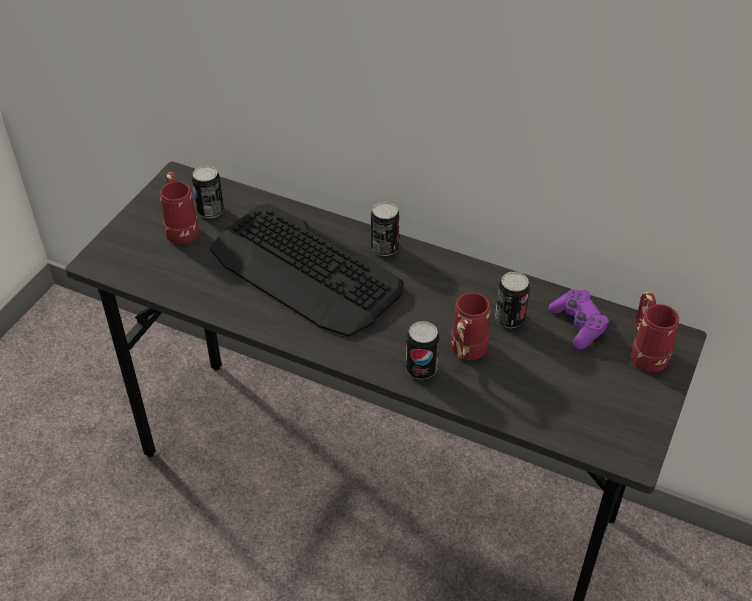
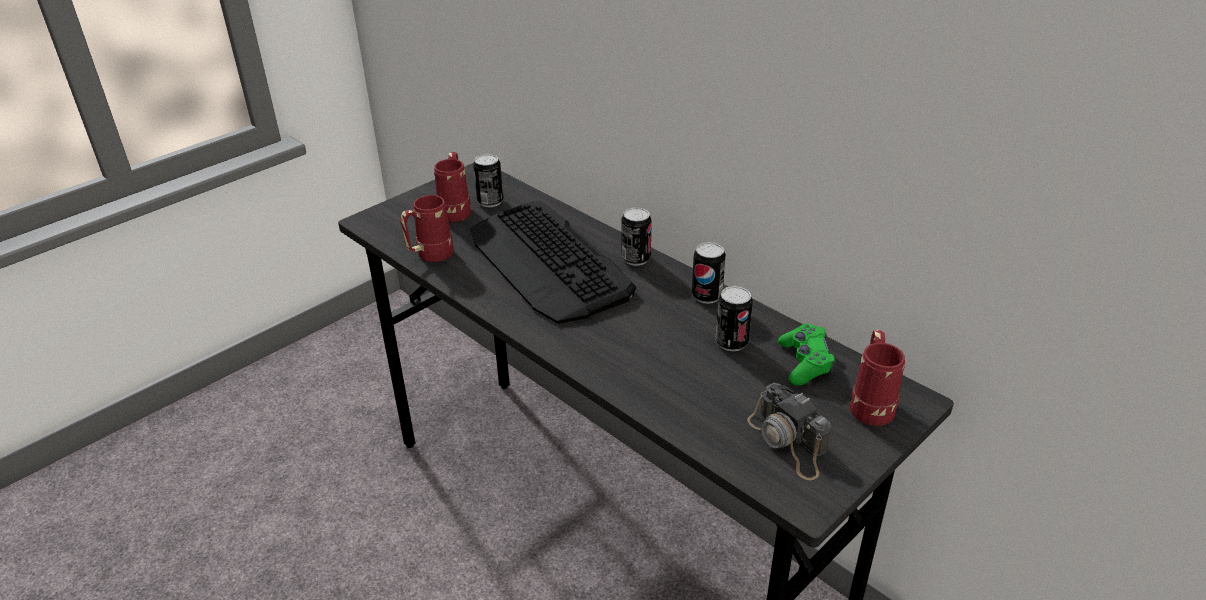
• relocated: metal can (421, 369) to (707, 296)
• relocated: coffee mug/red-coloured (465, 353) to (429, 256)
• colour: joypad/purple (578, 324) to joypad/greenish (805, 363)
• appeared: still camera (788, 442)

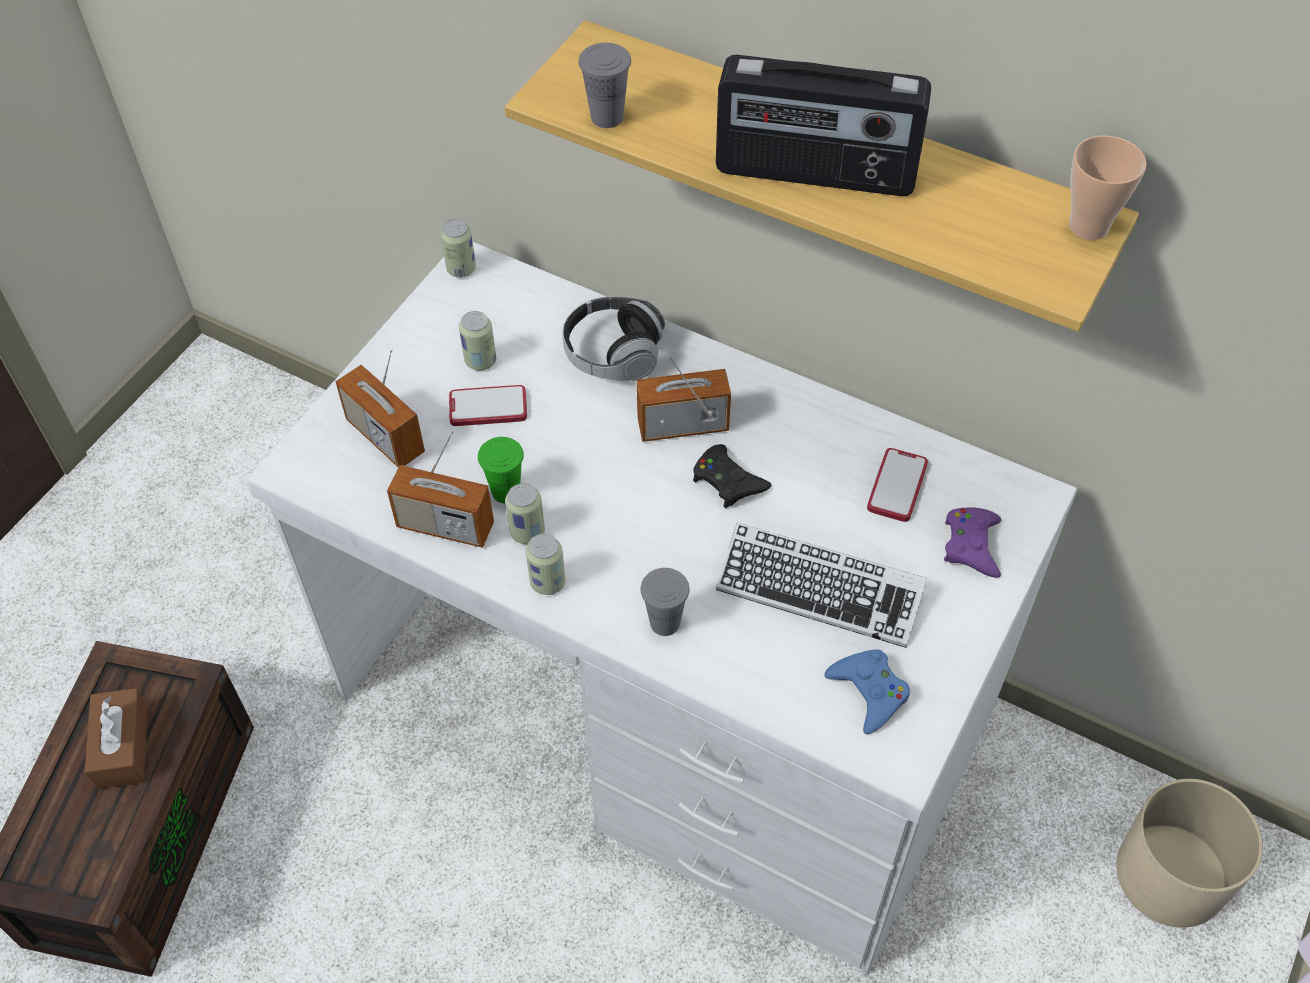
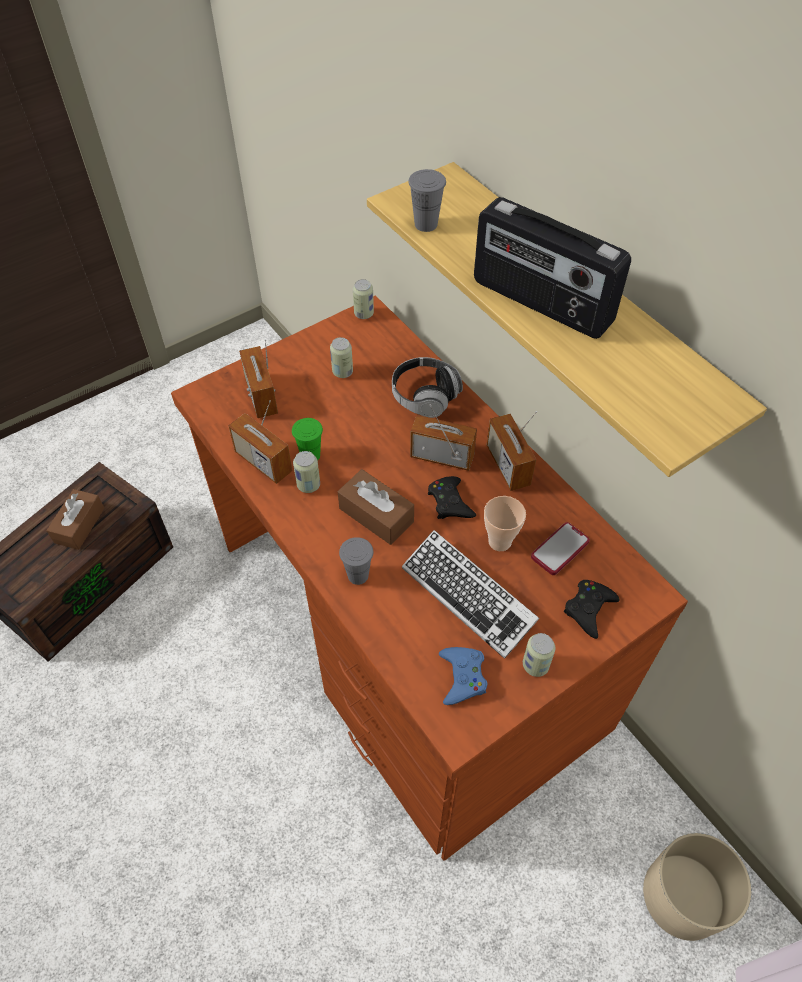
• colour: desk unit/whitish (664, 707) to desk unit/brown-coloured (406, 636)
• missing: telephone (488, 407)
• relocated: metal can (547, 582) to (535, 665)
• colour: joypad/purple (971, 545) to joypad/black-coloured (589, 609)
• relocated: small cup (1088, 226) to (499, 541)
• appeared: tissue box/brown-coloured (376, 515)
• appeared: radio (508, 466)

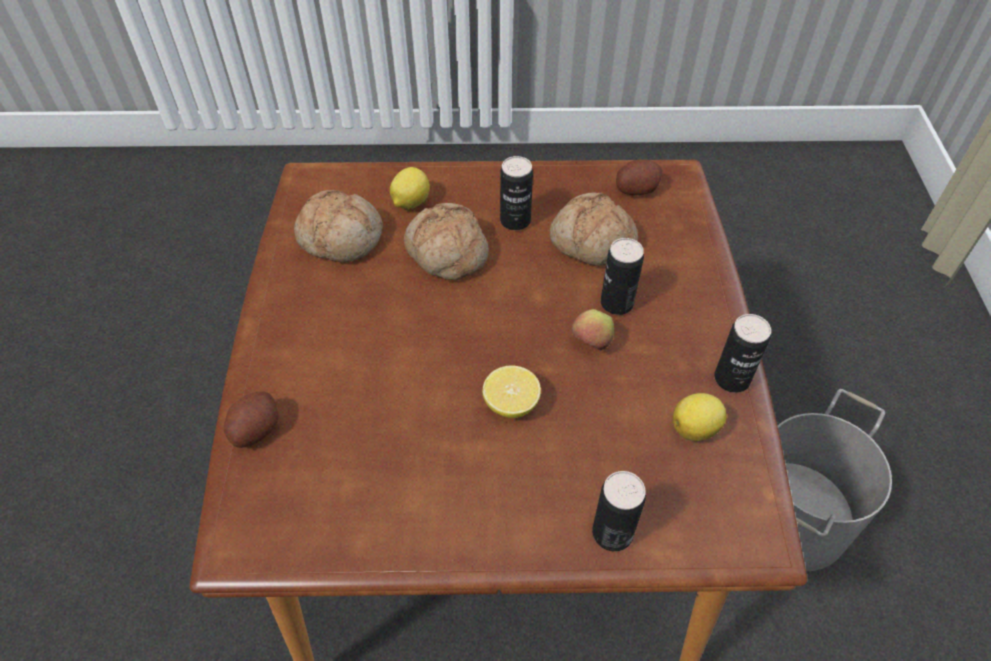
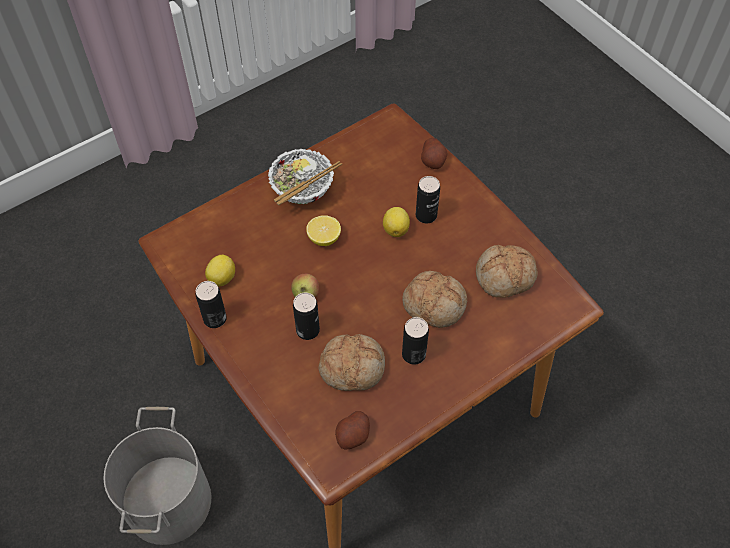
• relocated: lemon (410, 202) to (396, 229)
• relocated: metal can (612, 533) to (426, 215)
• appeared: serving bowl (303, 191)

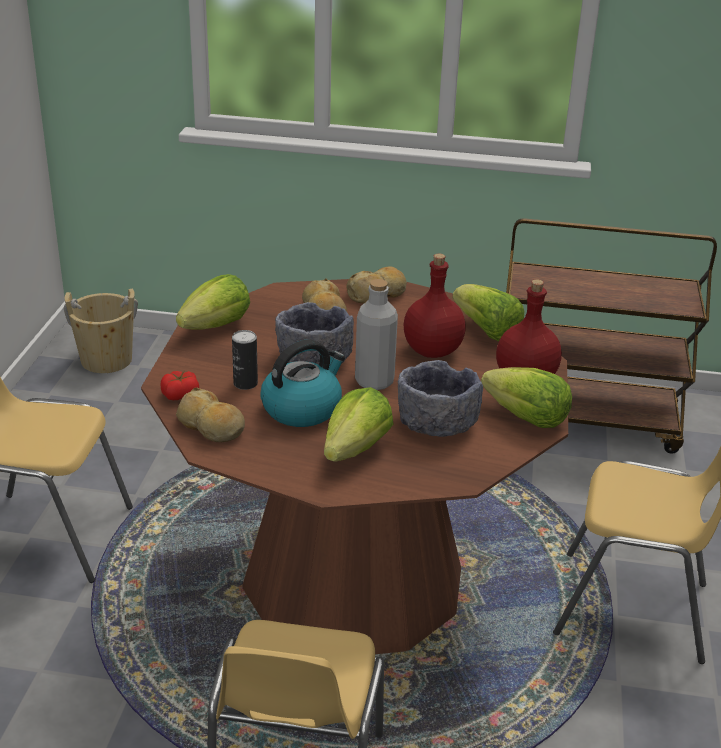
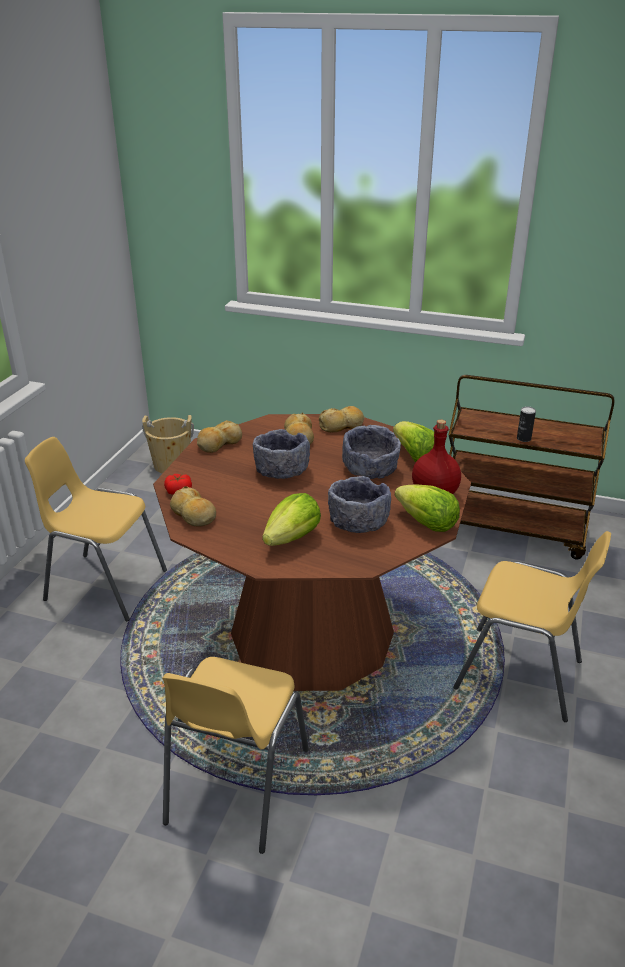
• exchanged: lettuce (216, 326) to bread (218, 443)
• relocated: metal can (245, 383) to (523, 438)
• missing: tea kettle (302, 408)
• missing: bottle/gray (374, 381)
• exchanged: bottle/red-coloured (432, 350) to serving bowl/gray (370, 469)

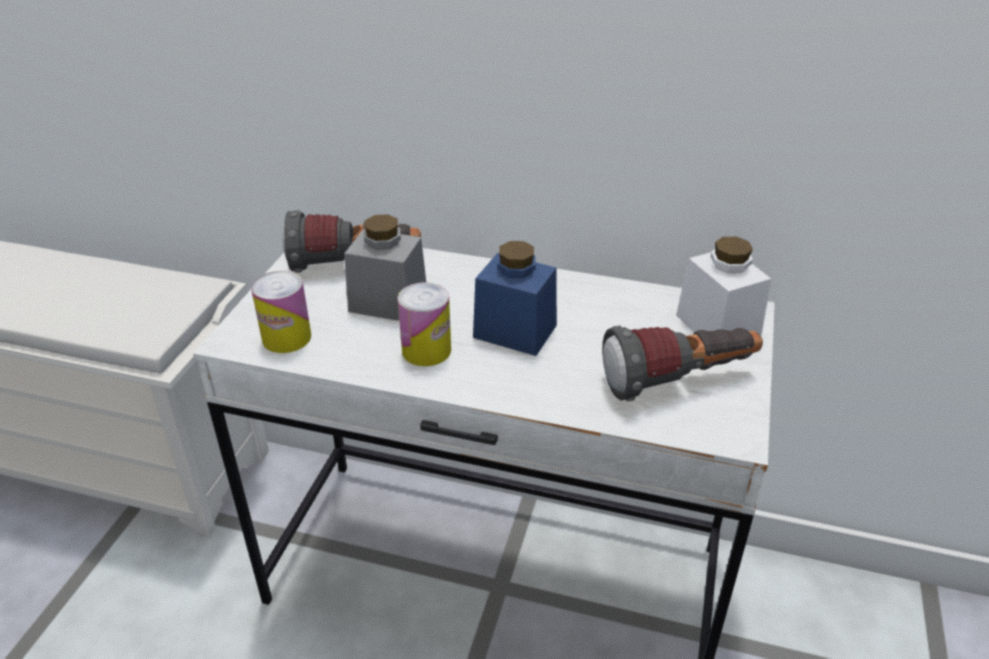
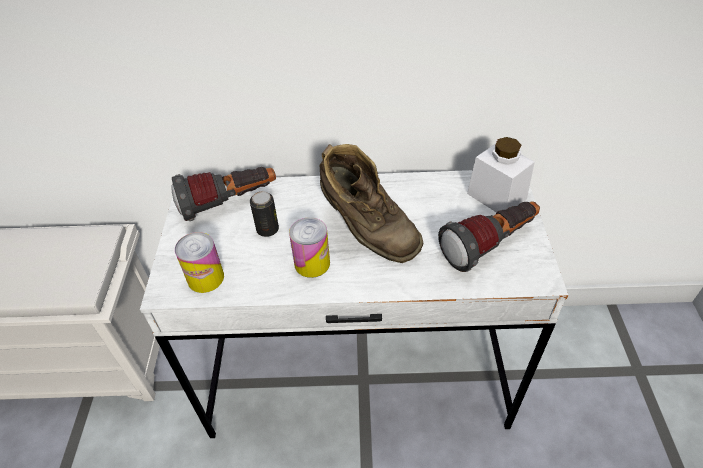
• exchanged: preserve jar/gray (388, 302) to metal can (267, 229)
• exchanged: preserve jar/bluish (515, 331) to boot/brown-coloured (366, 232)

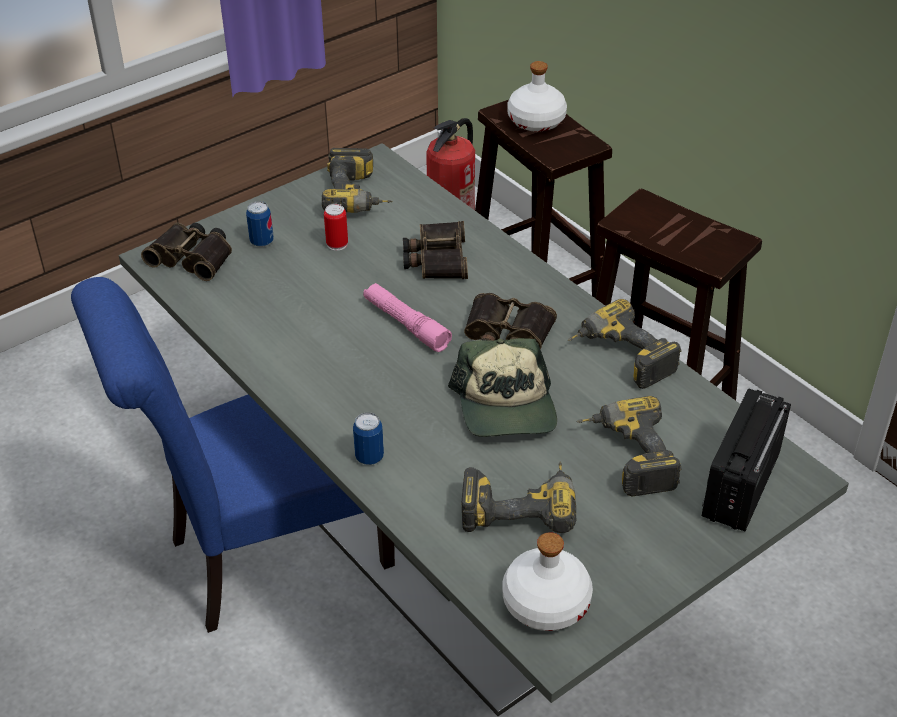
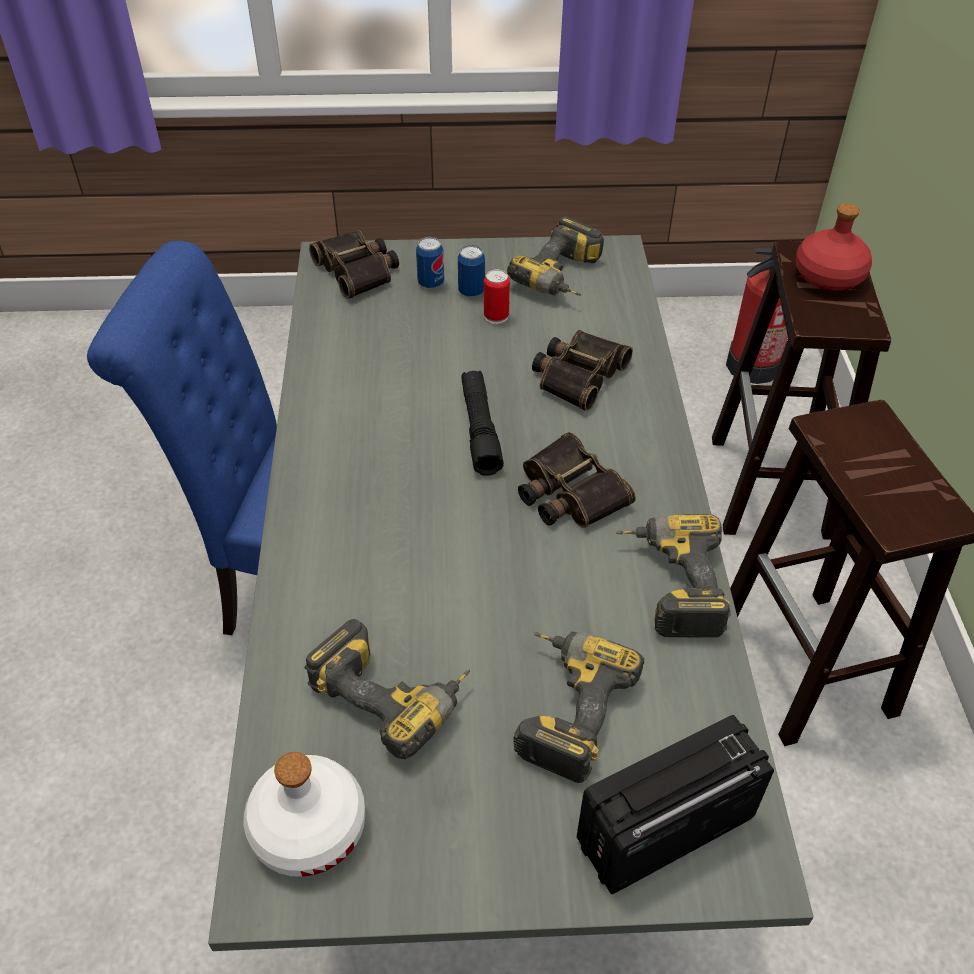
• relocated: metal can (369, 457) to (471, 291)
• colour: hand torch/pink (406, 324) to hand torch/black-coloured (480, 429)
• missing: cap (506, 406)
• colour: bottle/whitish (535, 121) to bottle/red-coloured (827, 276)

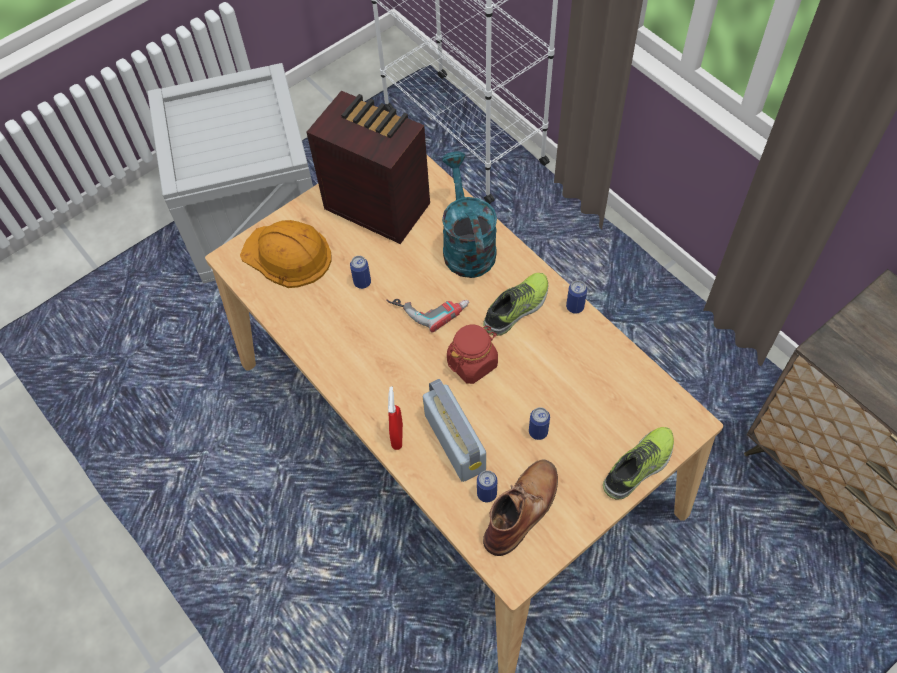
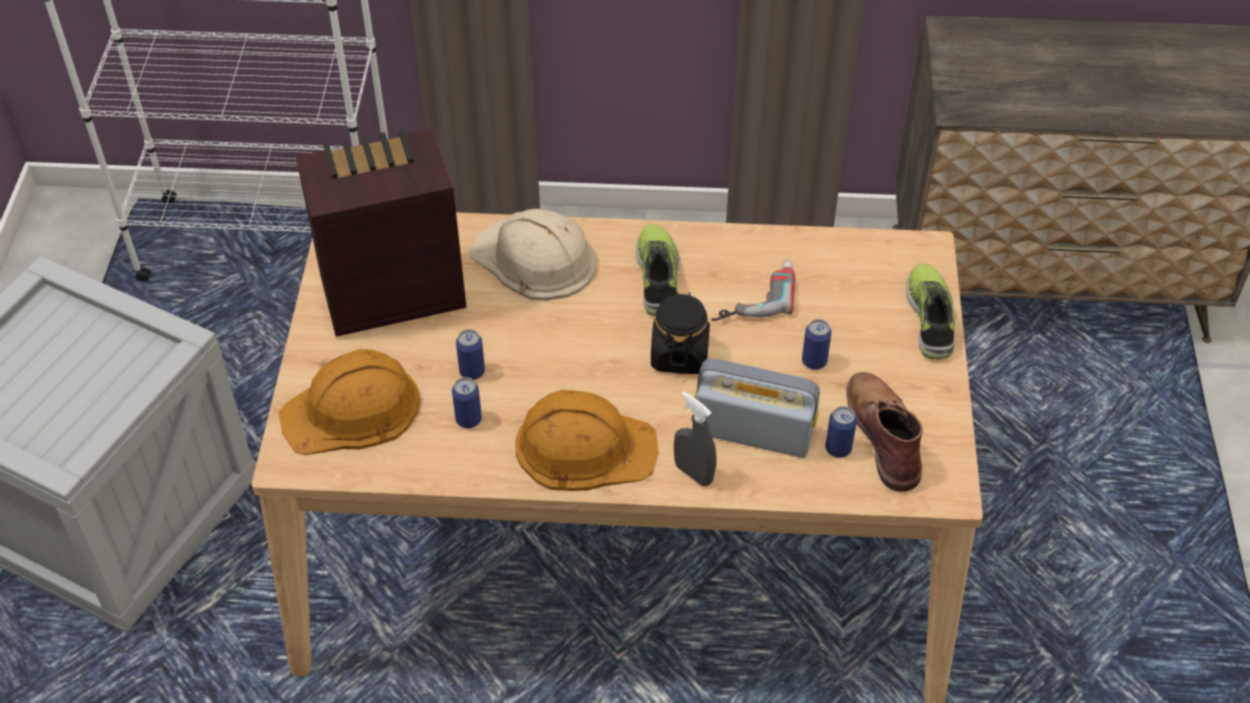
• relocated: drill (429, 305) to (753, 295)
• colour: hand sprayer/red-coloured (397, 436) to hand sprayer/gray (693, 473)
• exchanged: sprinkling can/turquoise-coloured (466, 244) to hard hat/sand-coloured (535, 259)
• colour: preserve jar/red-coloured (472, 363) to preserve jar/black-coloured (679, 354)
• relocated: metal can (575, 307) to (468, 419)
• appeared: hard hat/orangey (584, 447)

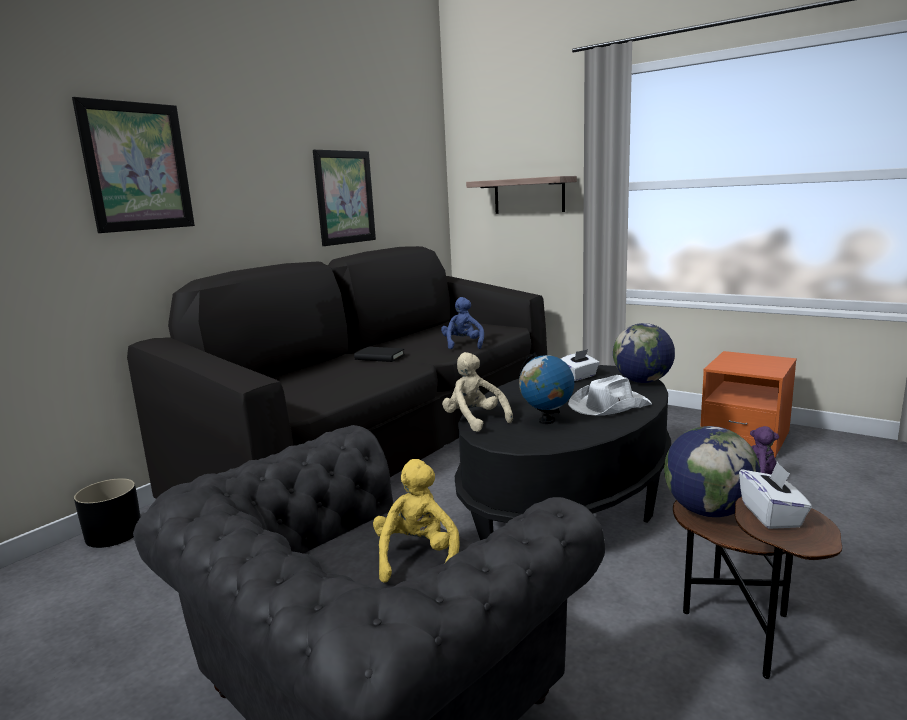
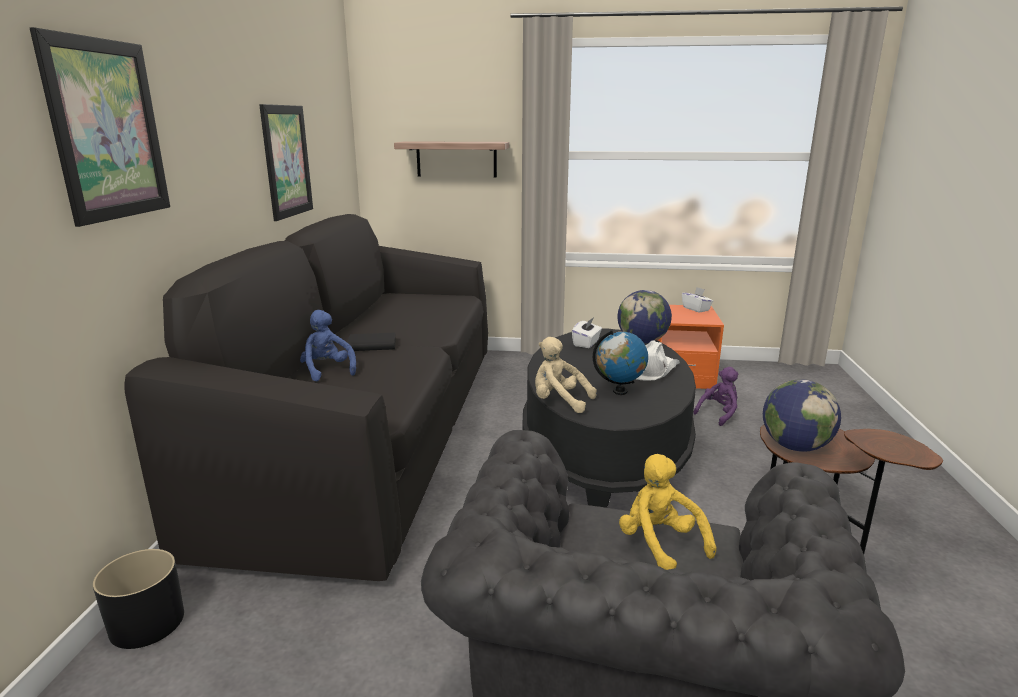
• relocated: plush toy/bluish (463, 345) to (326, 371)
• relocated: tissue box/whitish (771, 515) to (696, 309)

